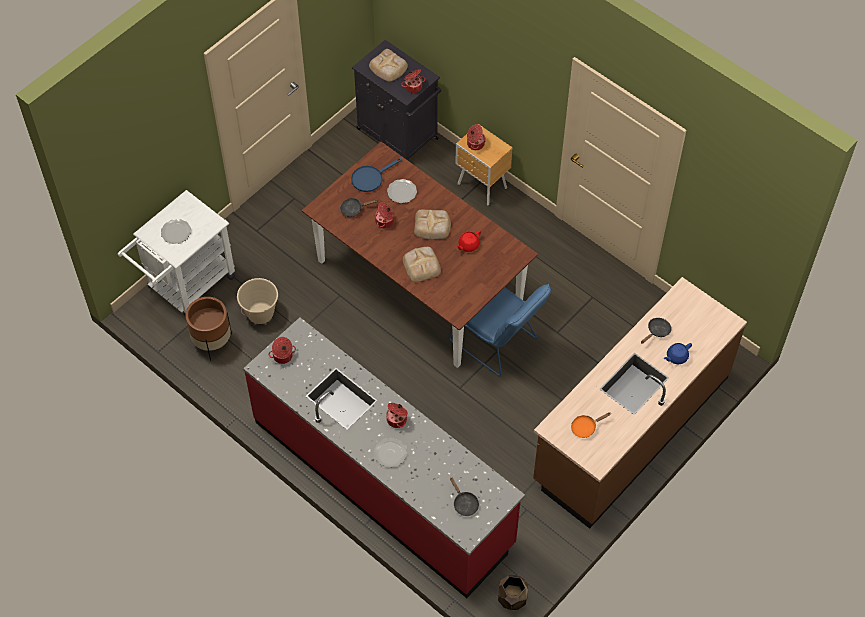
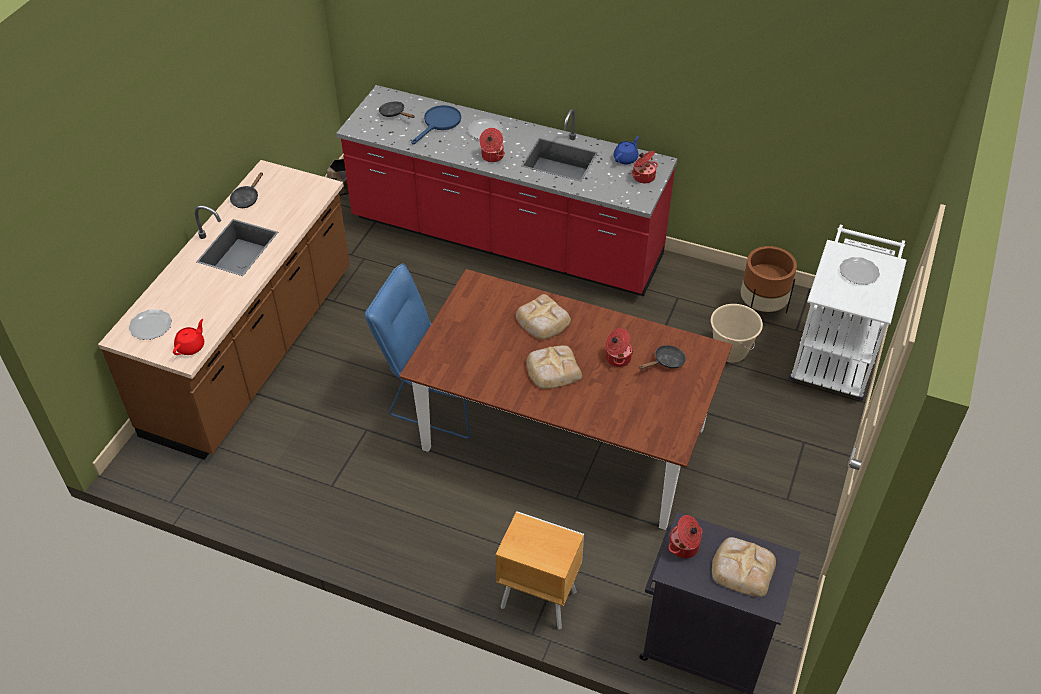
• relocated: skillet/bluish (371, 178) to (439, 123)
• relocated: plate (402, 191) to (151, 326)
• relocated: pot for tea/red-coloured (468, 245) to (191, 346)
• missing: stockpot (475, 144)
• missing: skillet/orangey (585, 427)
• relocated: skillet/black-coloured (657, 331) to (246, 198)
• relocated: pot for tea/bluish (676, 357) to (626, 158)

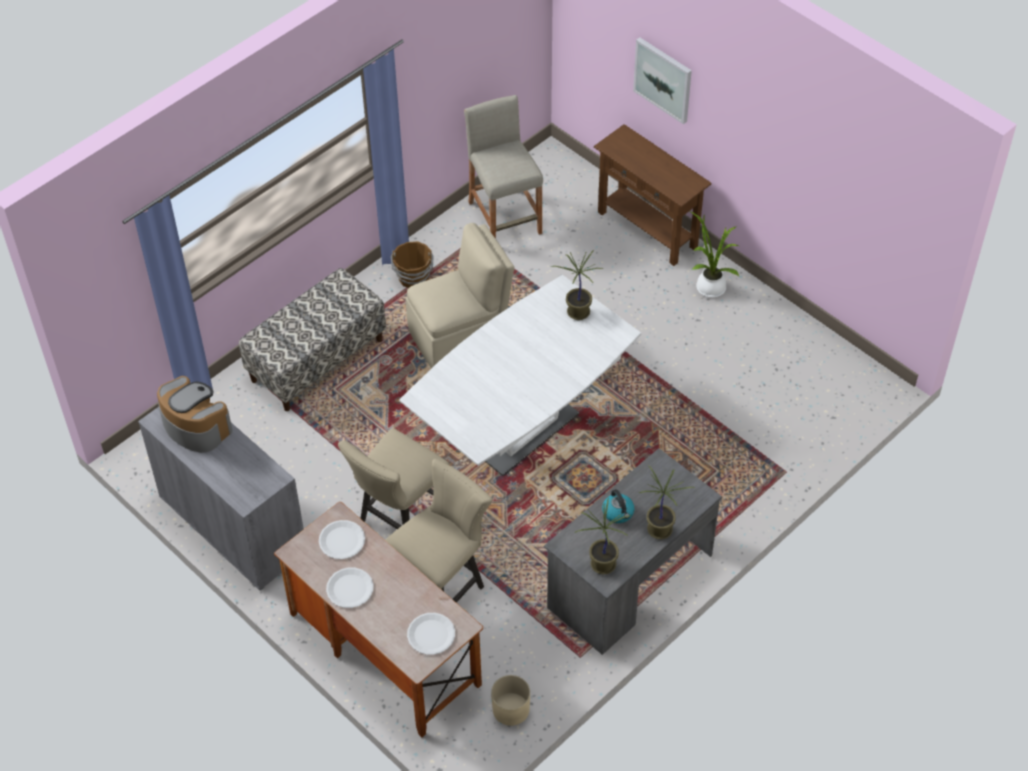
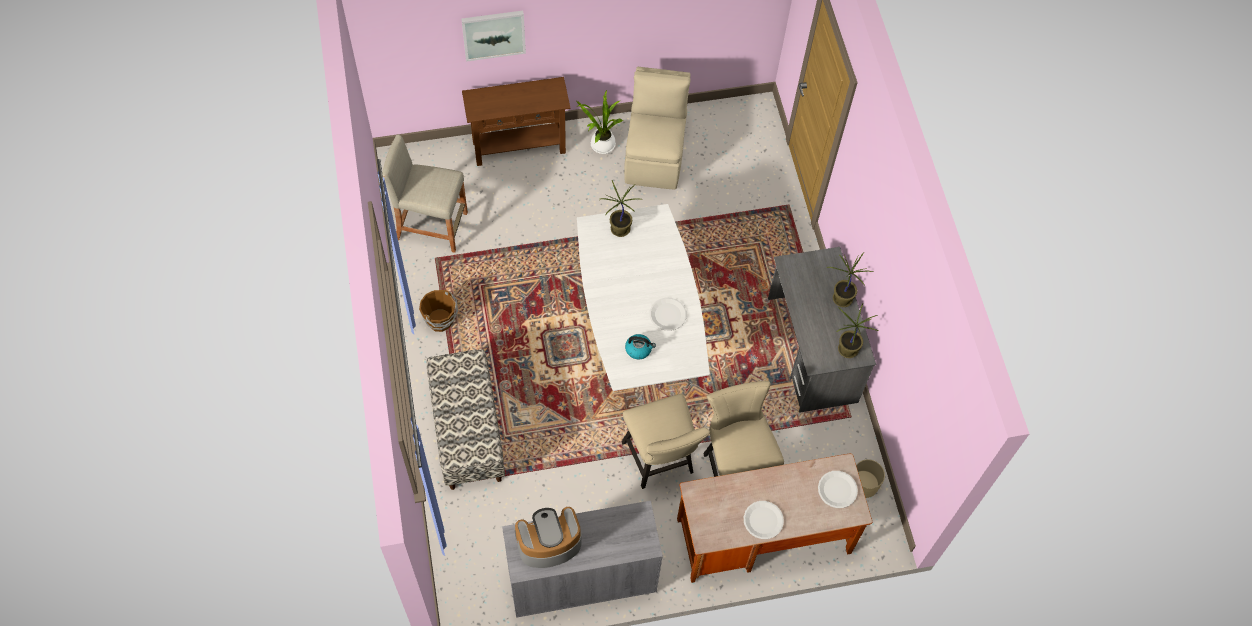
• relocated: plate/whitish (342, 540) to (668, 314)
• relocated: plain chair/sand-coloured (460, 337) to (654, 157)
• relocated: tea kettle (618, 513) to (639, 349)

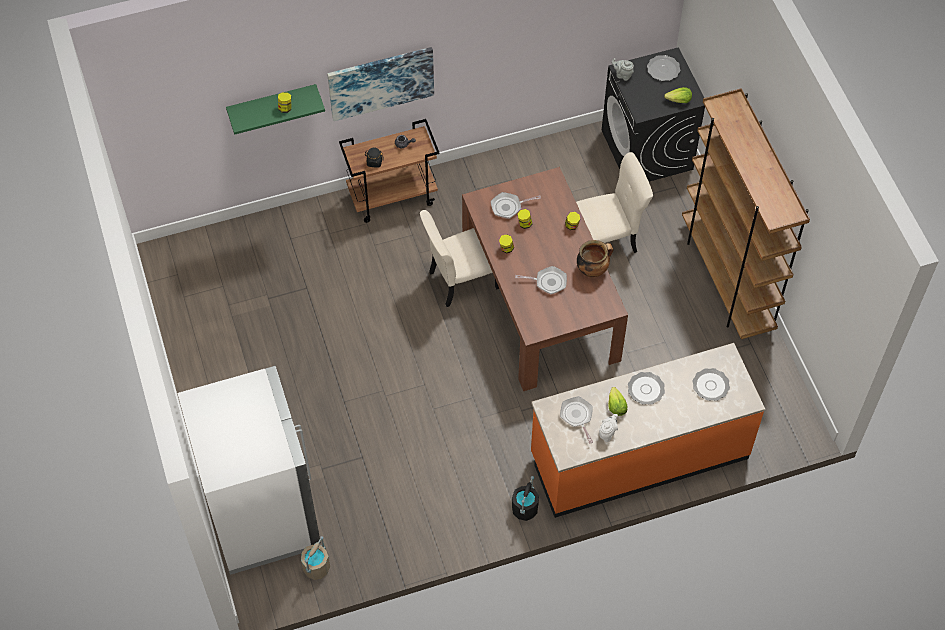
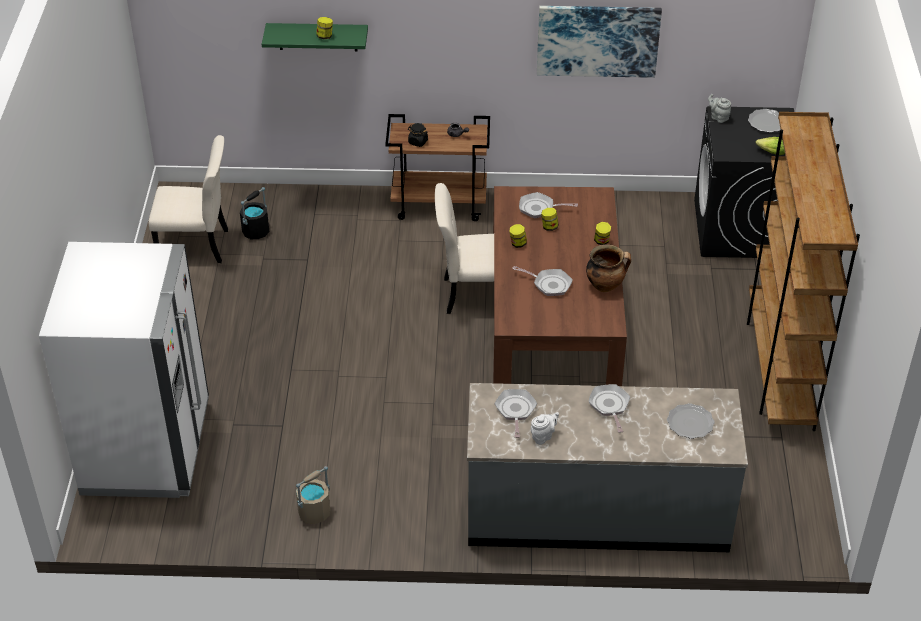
• relocated: pail/sand-coloured (316, 567) to (314, 512)
• relocated: wall picture (381, 82) to (597, 40)
• relocated: pail/black-coloured (524, 509) to (255, 231)
• colour: kitchen base unit/orangey (638, 455) to kitchen base unit/gray (597, 512)
• relocated: plain chair/sand-coloured (606, 241) to (196, 246)
• missing: lettuce (616, 406)
• exchanged: plate (645, 389) to skillet (609, 406)

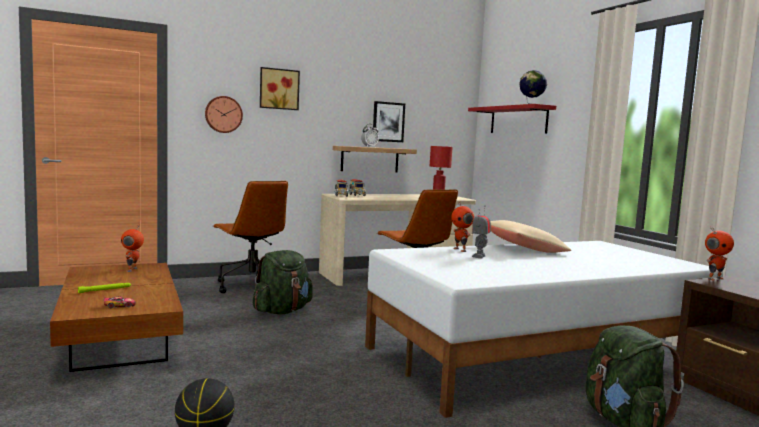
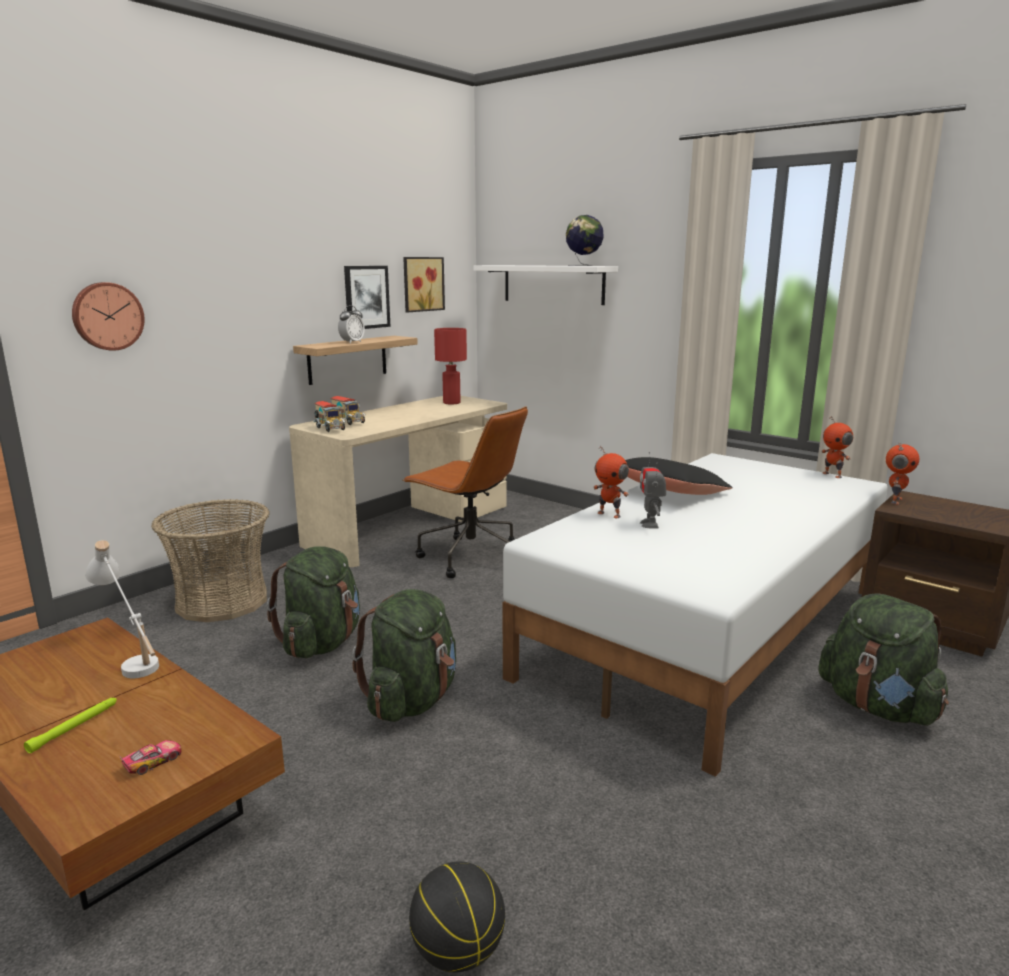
• relocated: robot figure (132, 270) to (833, 475)
• exchanged: computer chair/brown-coloured (251, 286) to basket (222, 601)
• relocated: wall picture (279, 89) to (422, 284)
• colour: shelf/red-coloured (518, 120) to shelf/whitish (553, 284)
• colour: pillow/sand-coloured (524, 249) to pillow/black-coloured (670, 493)
• appeared: lamp for a table/whitish (132, 659)
• appeared: rucksack/greenish (412, 700)

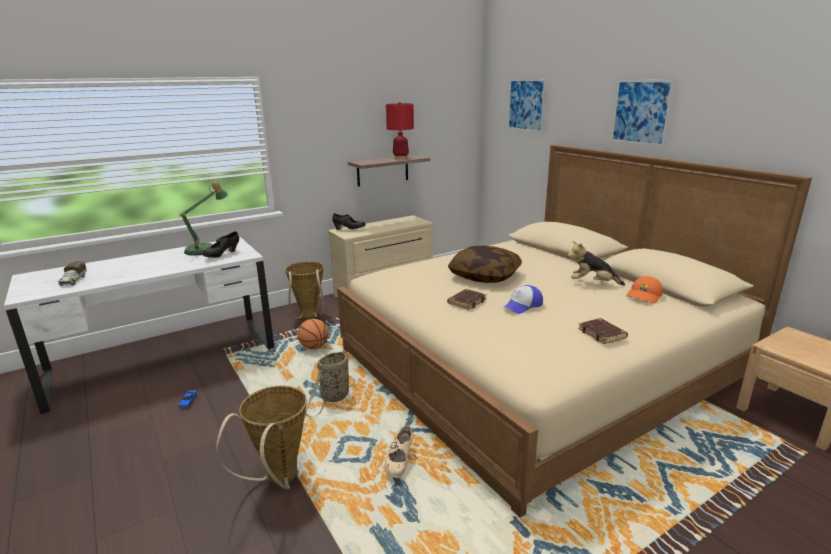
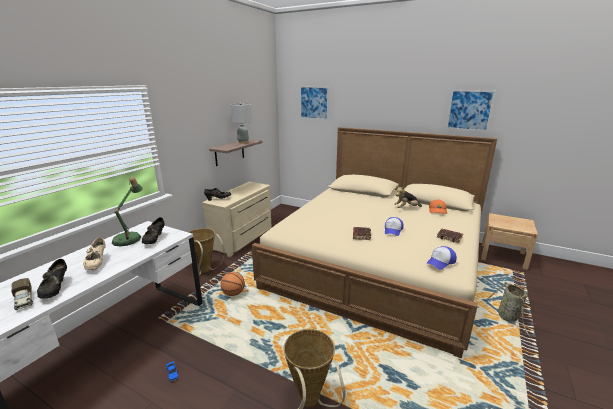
• relocated: basket (334, 398) to (508, 318)
• relocated: shoe/sand-coloured (399, 463) to (97, 263)
• colour: lamp for a table/red-coloured (401, 158) to lamp for a table/gray (243, 142)
• missing: pillow (484, 275)
• relocated: wall picture (641, 112) to (469, 110)
• appeared: shoe/black-coloured (55, 289)
• appeared: cap (441, 262)

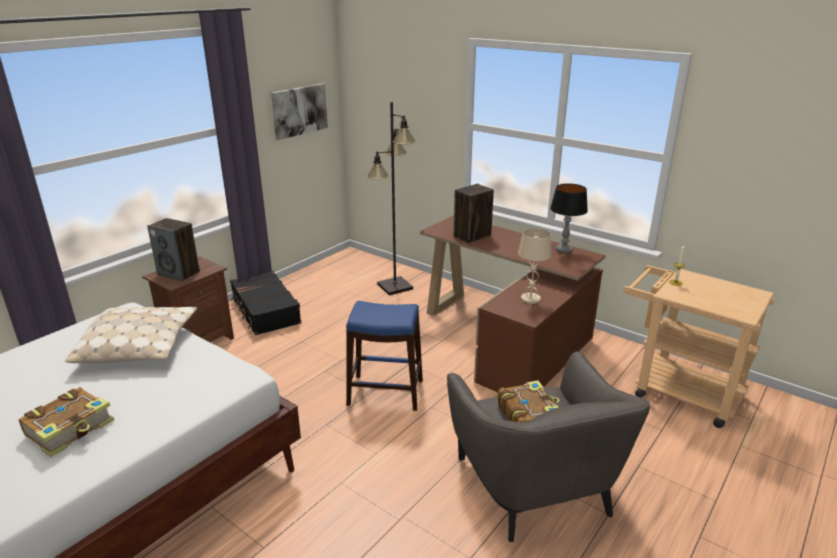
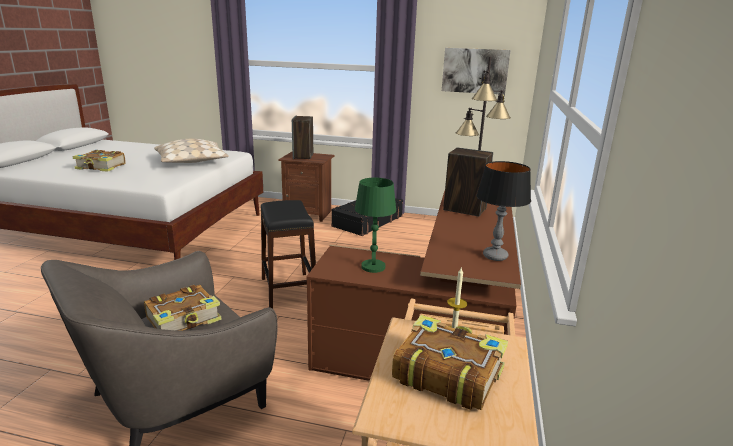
• colour: sitting stool/bluish (385, 393) to sitting stool/black-coloured (288, 290)
• colour: lamp for a table/sand-coloured (530, 299) to lamp for a table/greenish (373, 267)
• appeared: volume (446, 373)

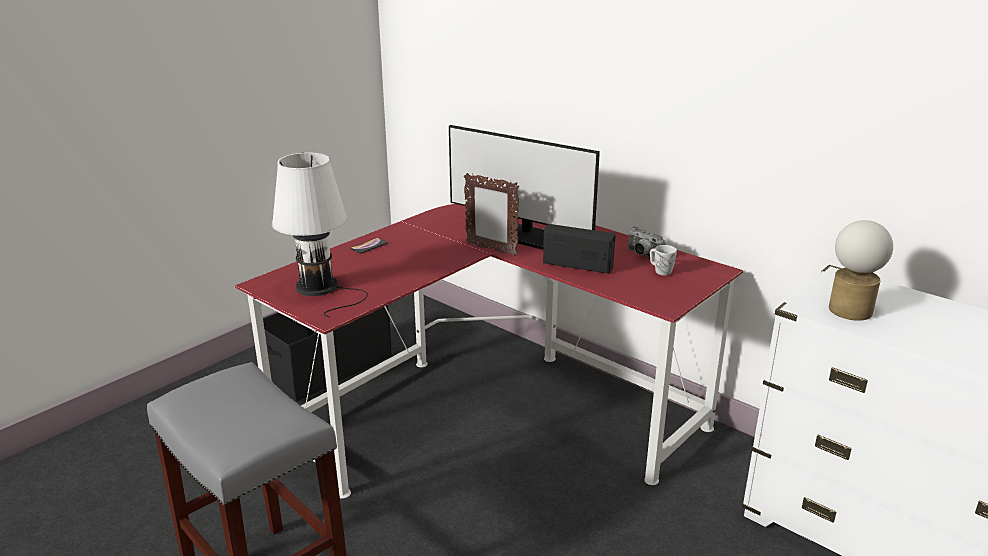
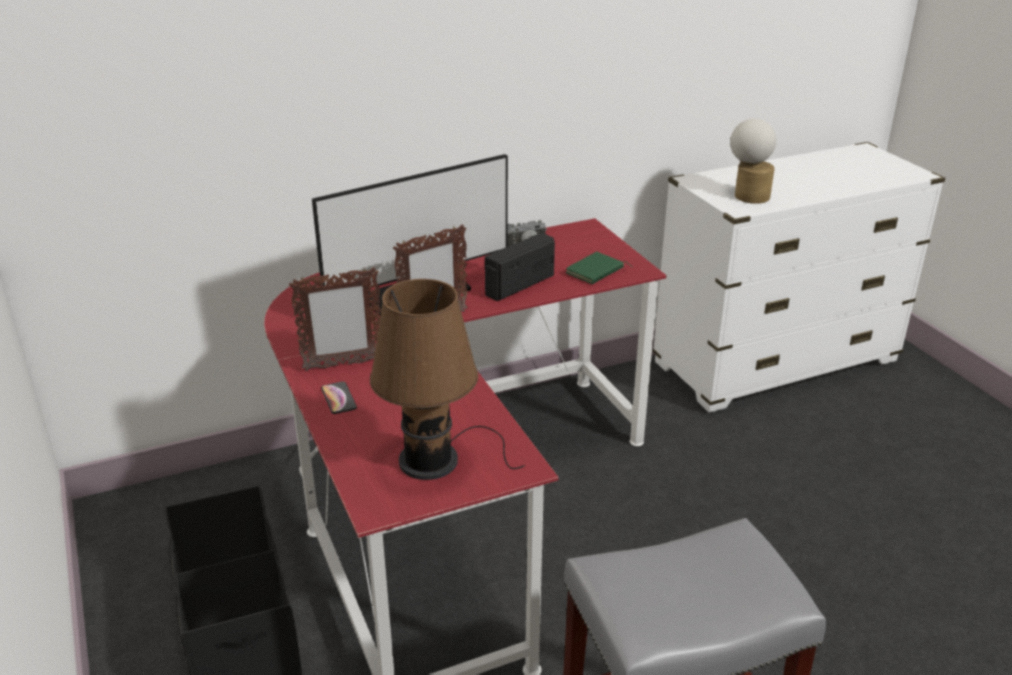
• colour: lamp for a table/whitish (320, 288) to lamp for a table/brown-coloured (435, 459)
• missing: coffee mug/whitish (660, 271)
• appeared: standing frame (342, 365)
• appeared: volume/greenish (596, 272)

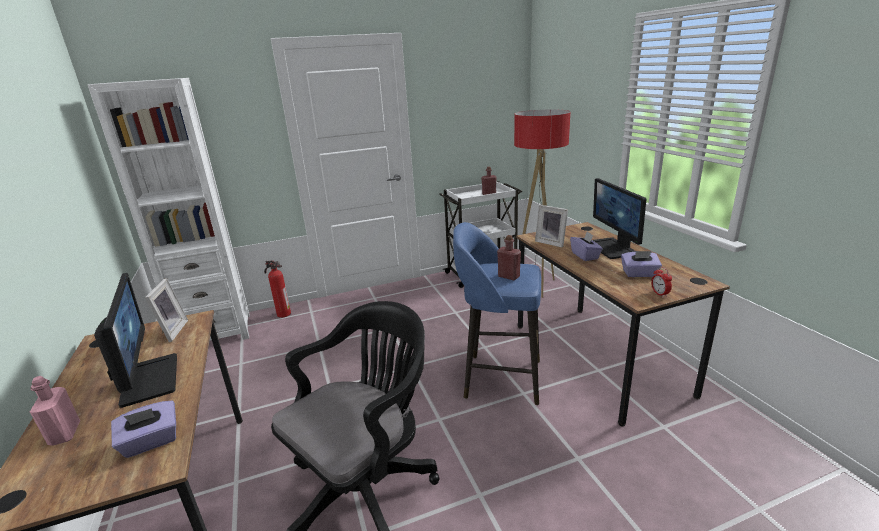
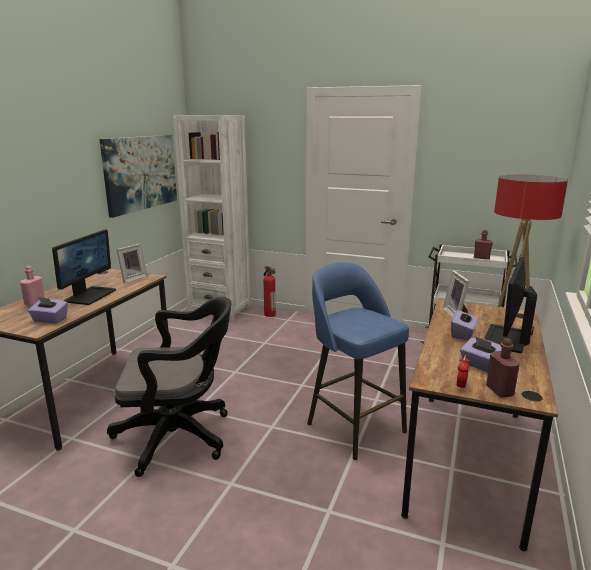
• relocated: bottle/red-coloured (508, 276) to (499, 391)
• appeared: wall picture (140, 173)

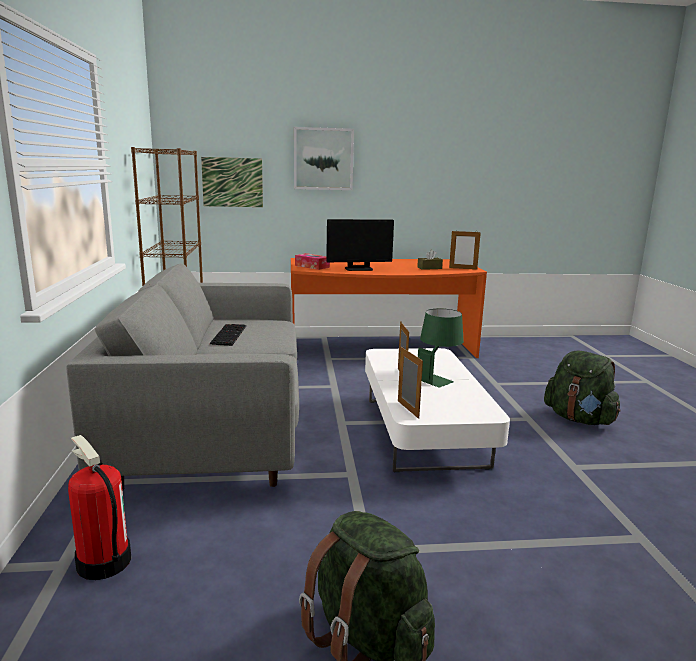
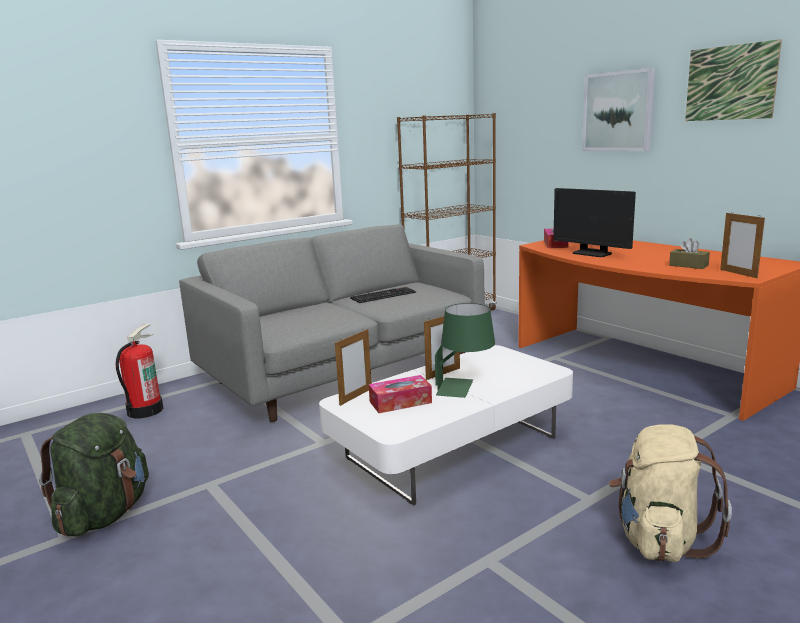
• relocated: wall picture (232, 182) to (730, 83)
• colour: rucksack/greenish (579, 419) to rucksack/sand-coloured (659, 539)
• appeared: tissue box (400, 402)

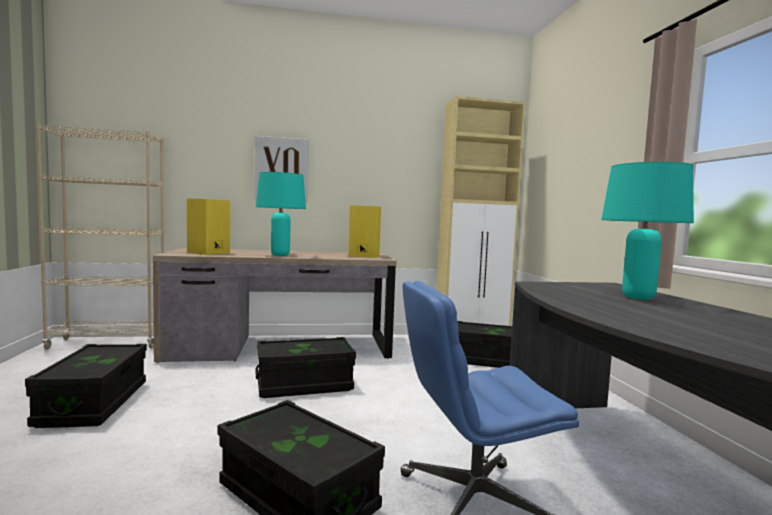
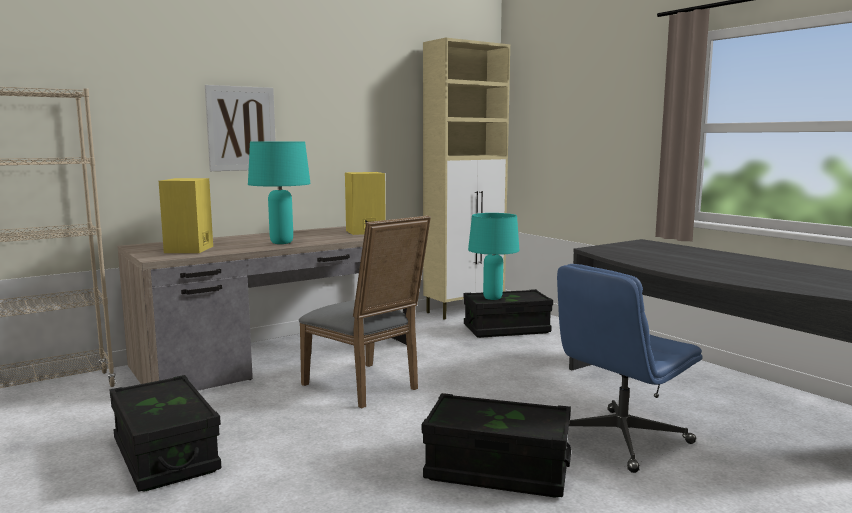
• exchanged: storage container/black-coloured (304, 385) to plain chair/gray (366, 387)
• relocated: lamp for a table/turquoise-coloured (637, 297) to (492, 298)

